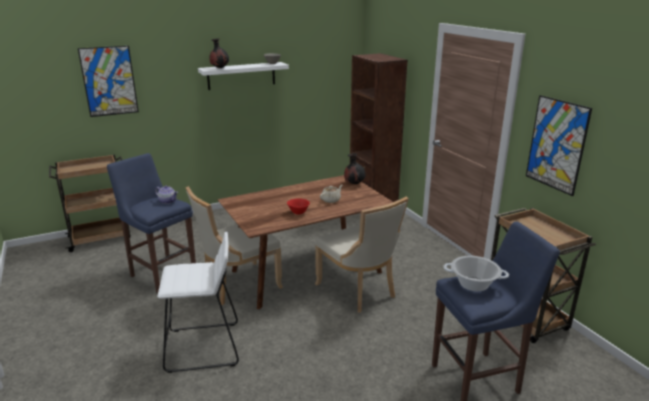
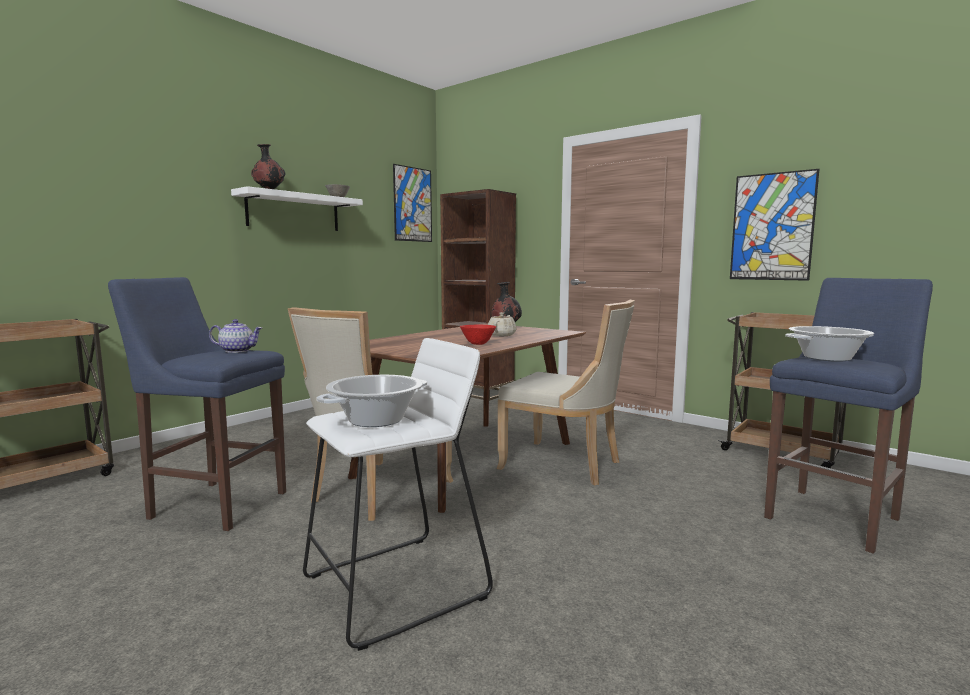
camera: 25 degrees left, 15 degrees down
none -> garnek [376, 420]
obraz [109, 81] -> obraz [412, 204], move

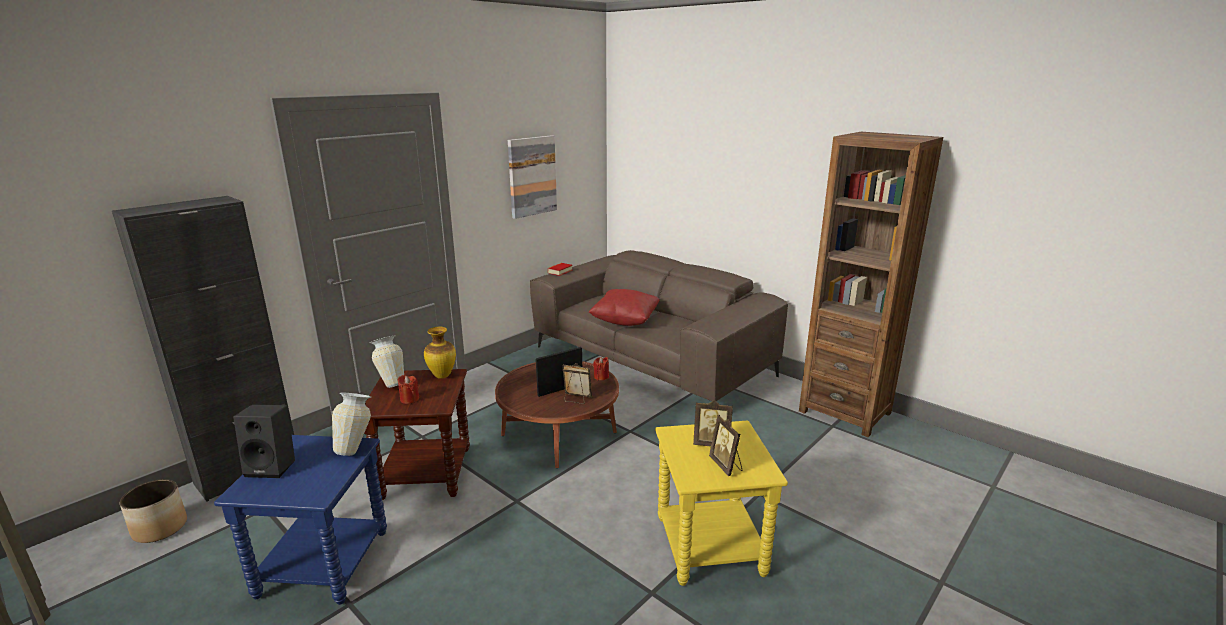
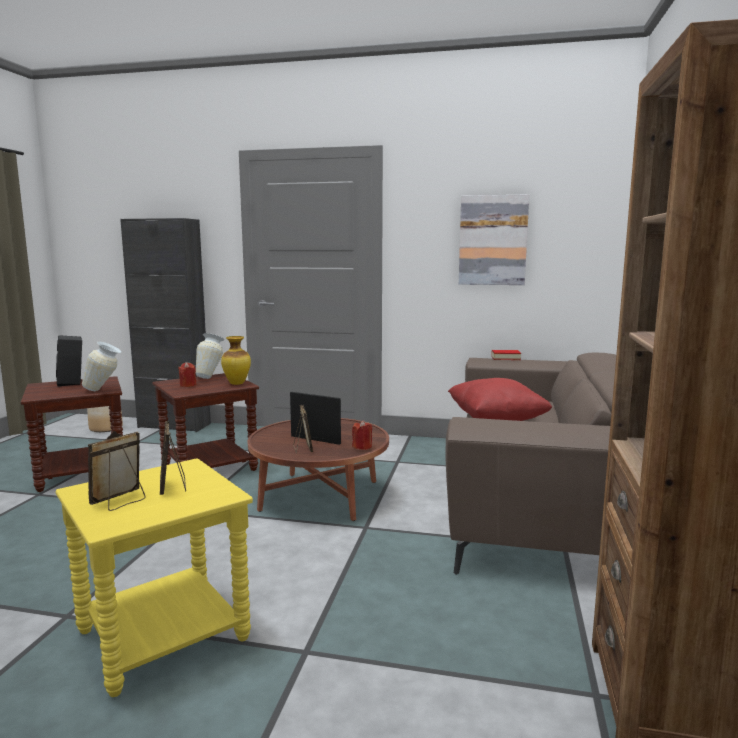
camera: 60 degrees right, 10 degrees down
stolik [niebieski] [323, 563] -> stolik [brązowy] [82, 473]

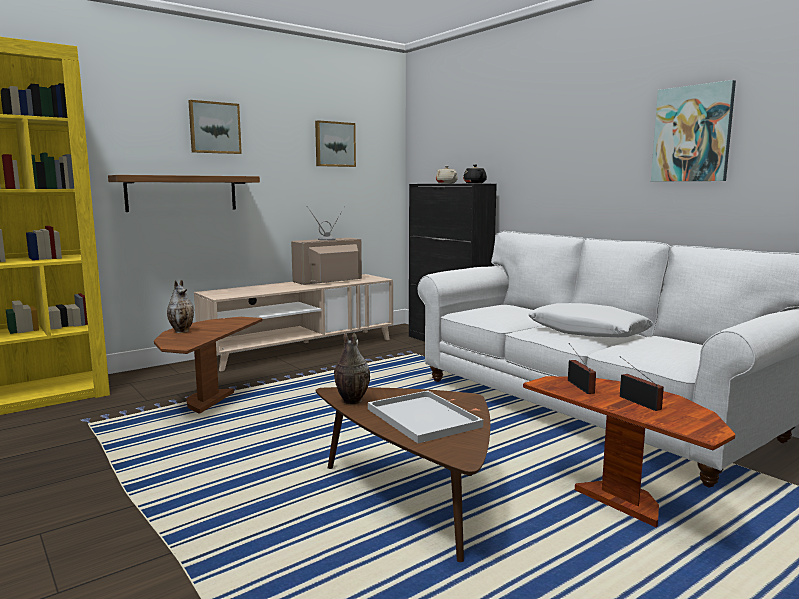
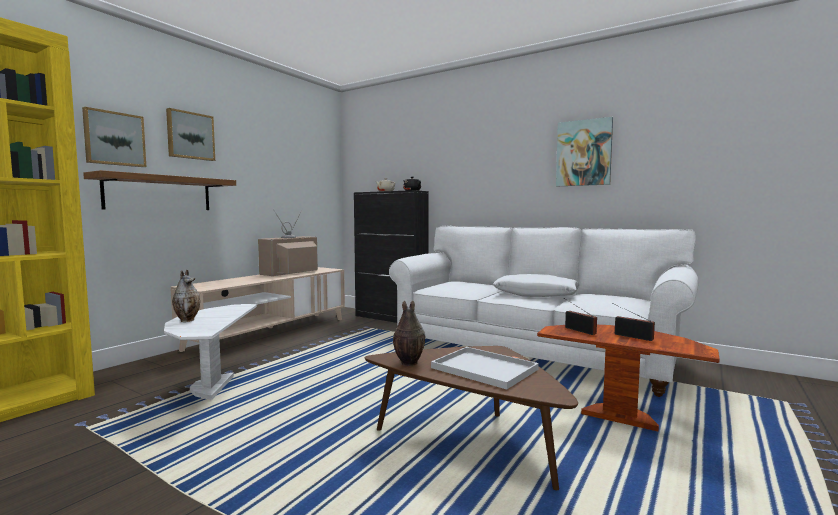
camera: 20 degrees left, 5 degrees down
obraz [334, 144] -> obraz [114, 139], move
stolik [brązowy] [208, 402] -> stolik [biały] [212, 388]

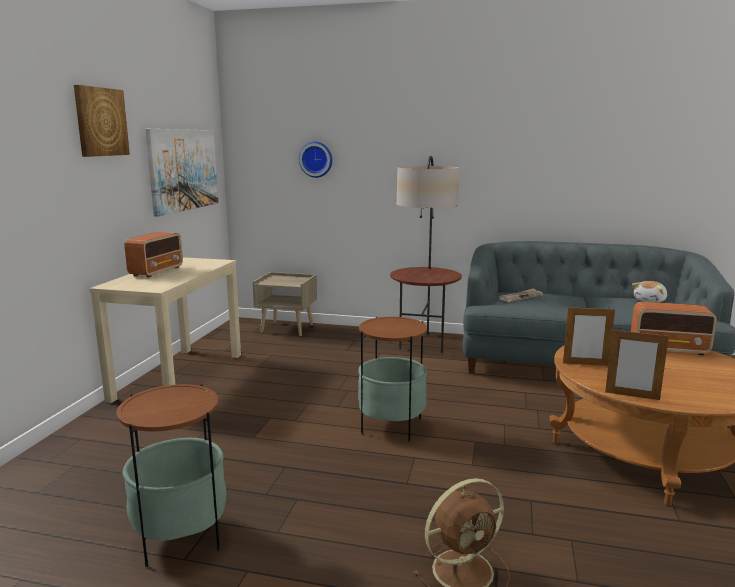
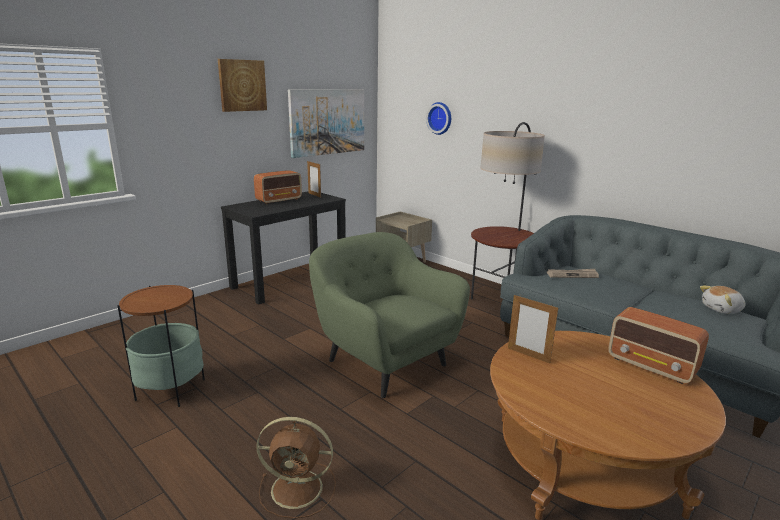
camera: 30 degrees right, 5 degrees up
stolik konsolowy [beżowy] [179, 376] -> stolik konsolowy [czarny] [290, 281]
ramka na zdjęcie [632, 396] -> ramka na zdjęcie [314, 195], move
stolik [391, 426] -> fotel [zielony] [384, 361]

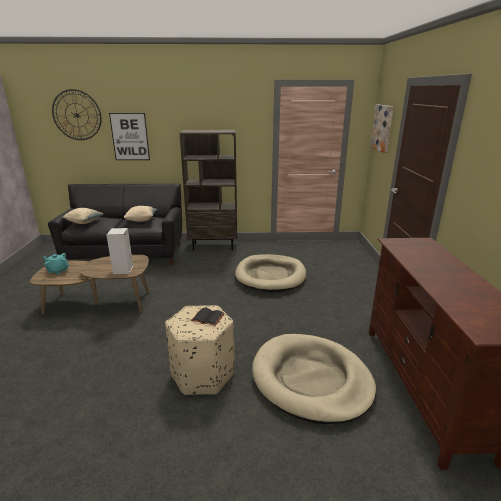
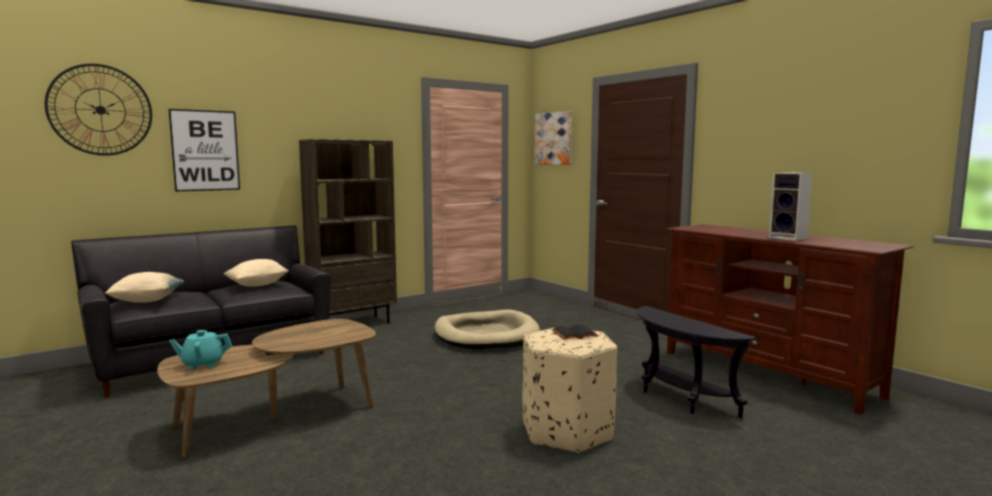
camera: 35 degrees left, 15 degrees down
legowisko [beżowy] [311, 380] -> stolik [czarny] [679, 398]
głośnik [123, 270] -> głośnik [789, 238], move

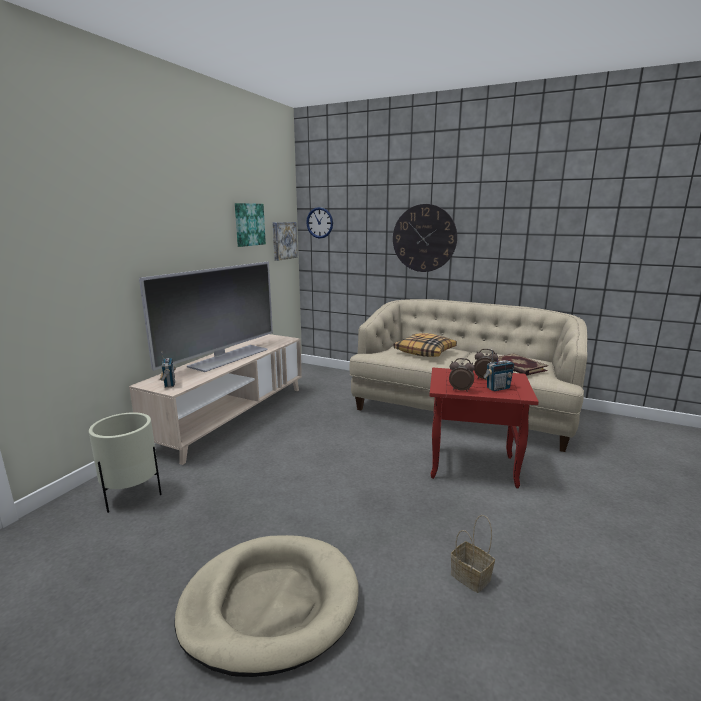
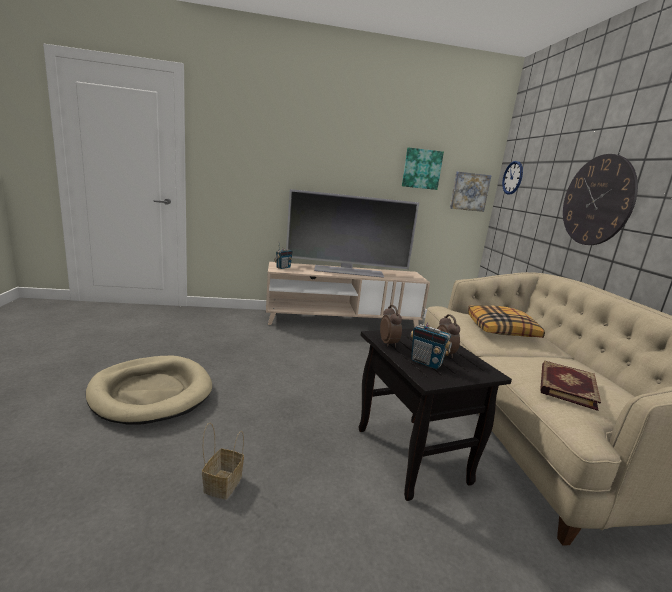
camera: 55 degrees right, 0 degrees up
stolik [czerwony] [470, 467] -> stolik [czarny] [409, 454]
donica [beżowy] [132, 496] -> none

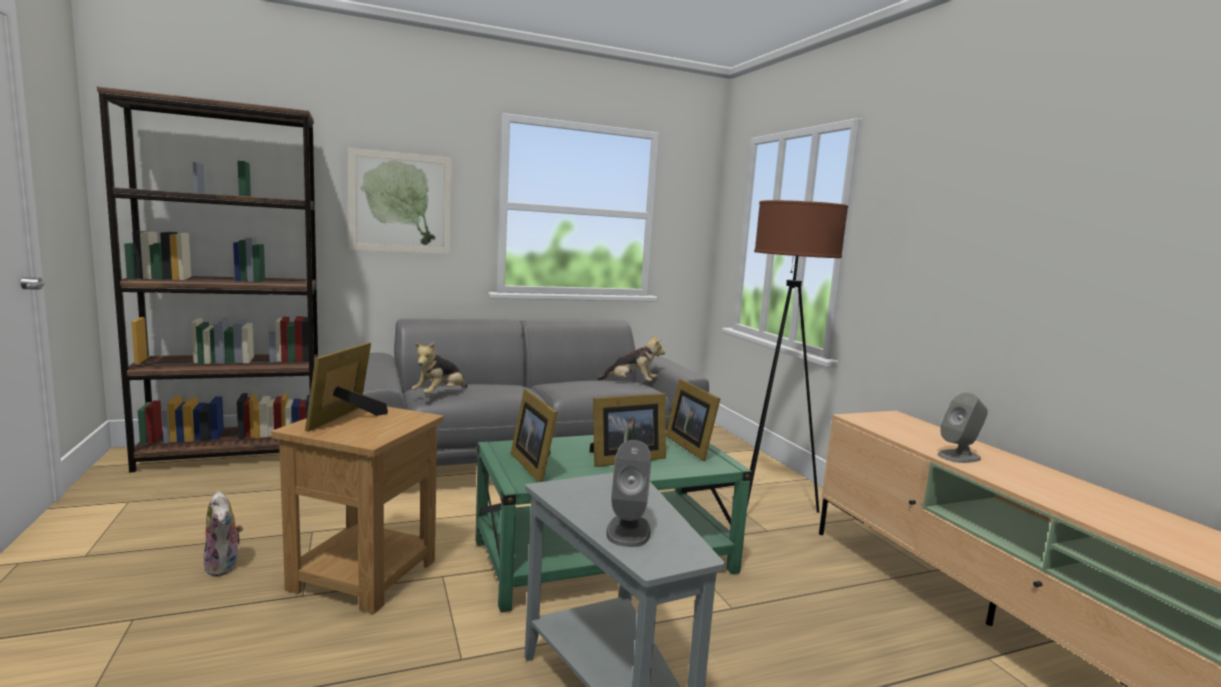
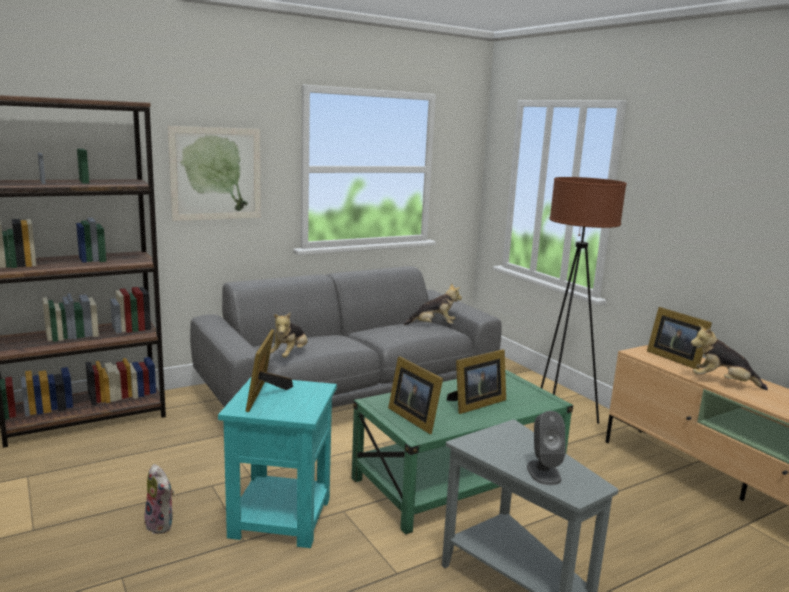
camera: 10 degrees left, 5 degrees up
stolik [brązowy] [363, 576] -> stolik [turkusowy] [280, 518]
ramka na zdjęcie [691, 446] -> ramka na zdjęcie [674, 358], move
głośnik [szary] [959, 456] -> pluszak [722, 383]

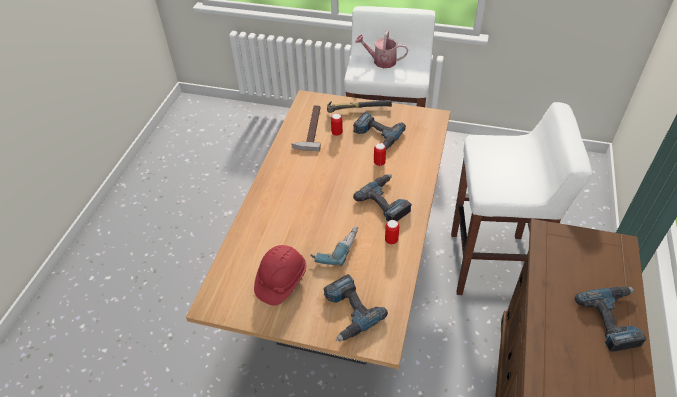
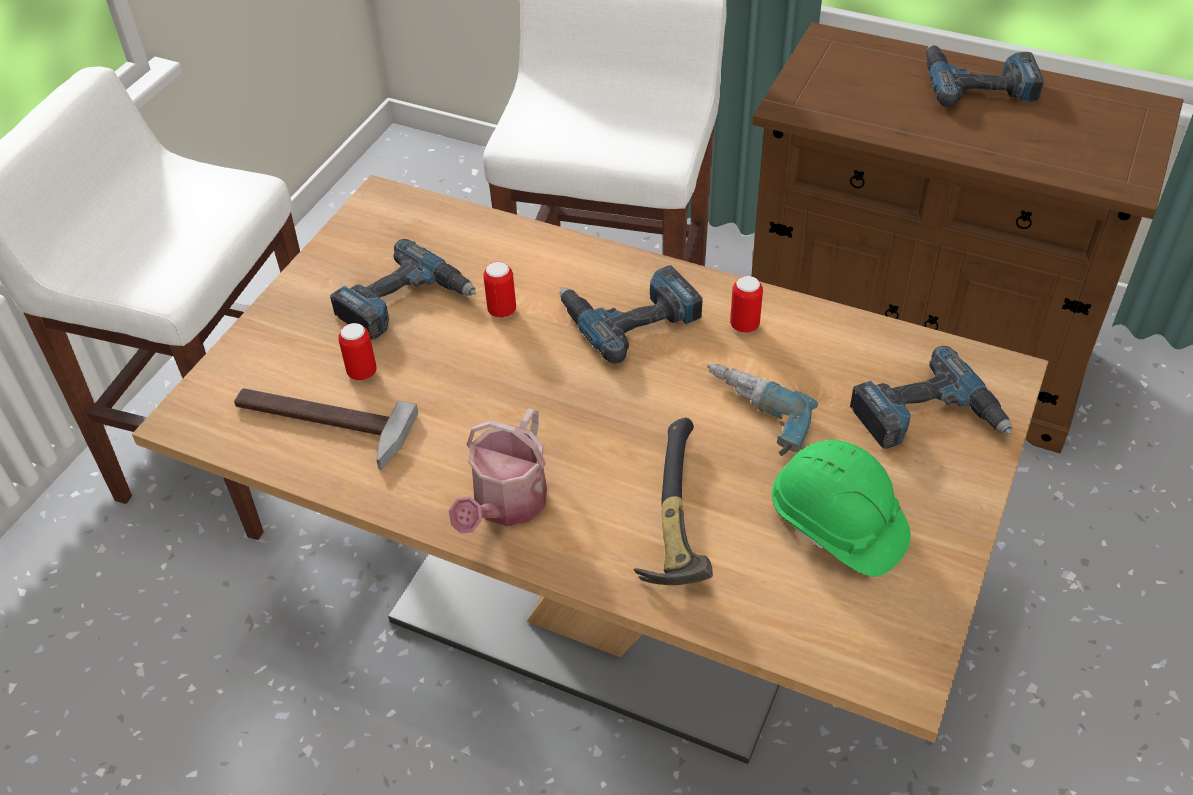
camera: 80 degrees left, 0 degrees up
konewka [381, 61] -> konewka [505, 506], move
młotek [356, 109] -> młotek [671, 518], move
kask [czerwony] [280, 280] -> kask [zielony] [837, 525]

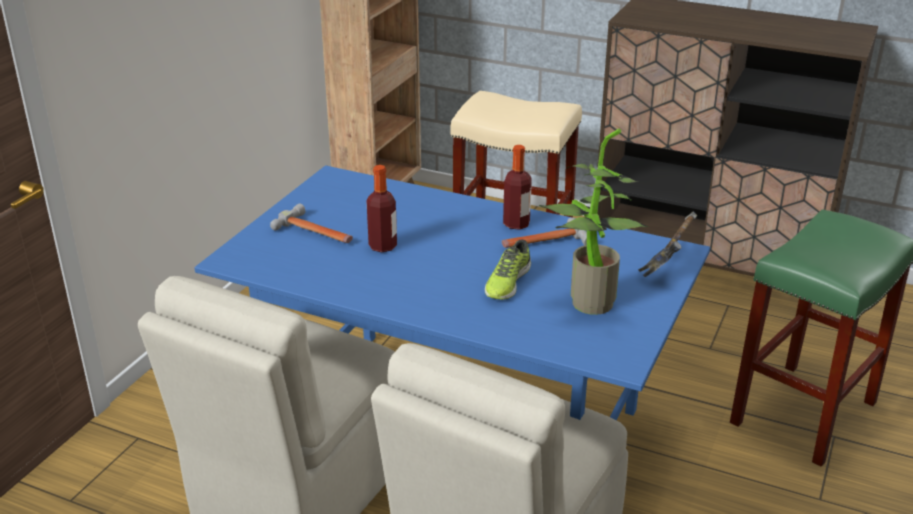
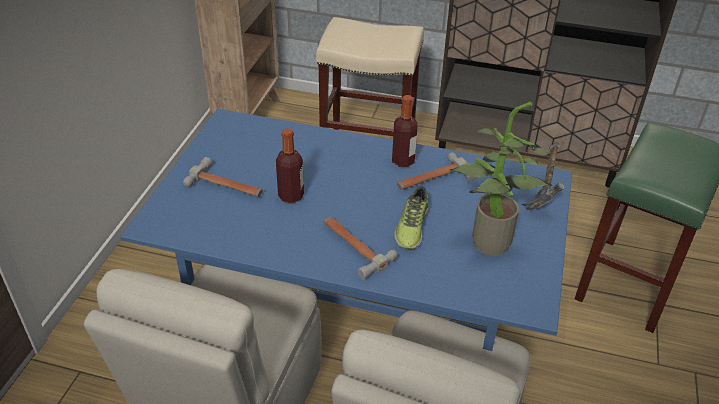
camera: 10 degrees left, 10 degrees up
none -> młotek [353, 247]

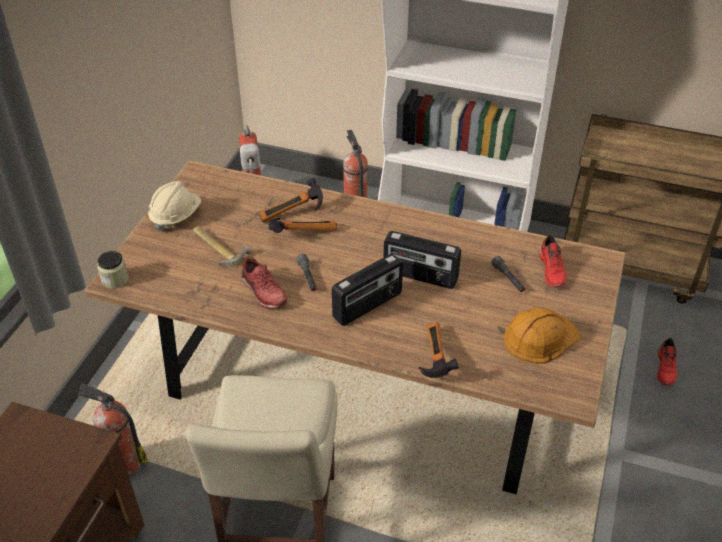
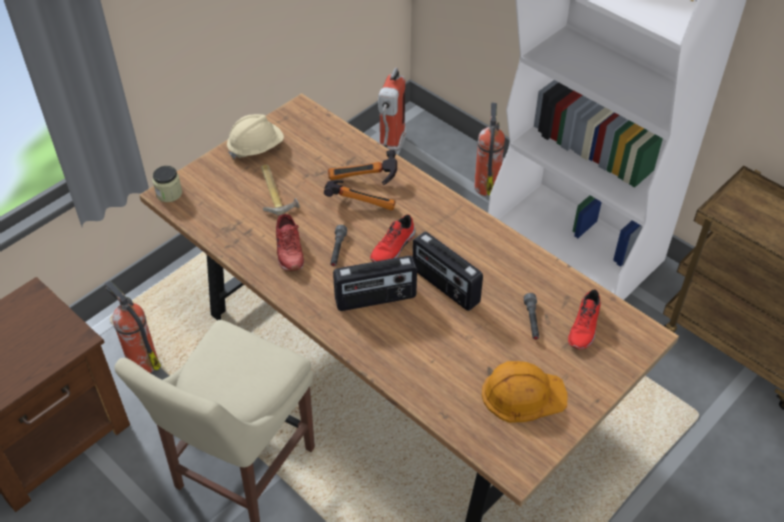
camera: 25 degrees right, 5 degrees up
but [czerwony] [666, 368] -> but [czerwony] [394, 248], move
młotek [431, 358] -> none

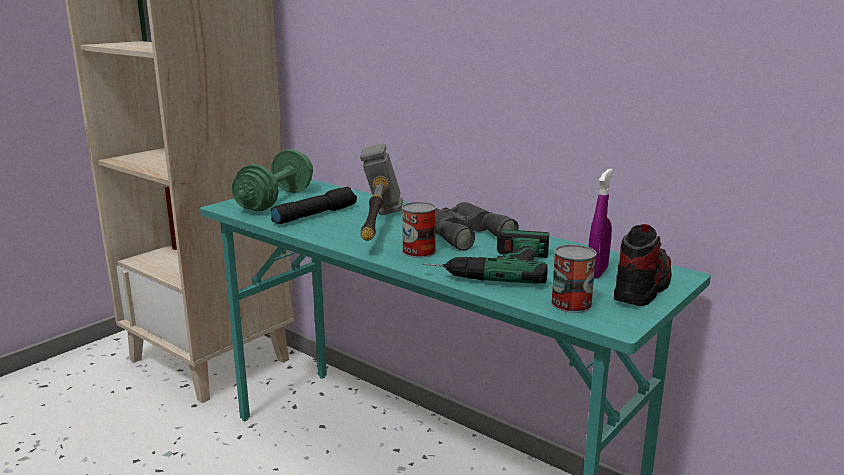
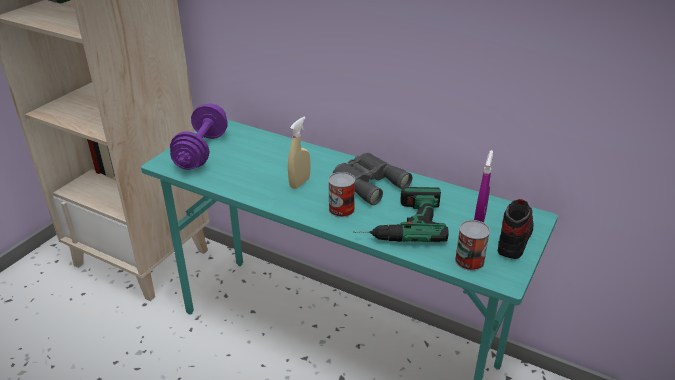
camera: 10 degrees left, 15 degrees up
hantel [zielony] [276, 200] -> hantel [fioletowy] [202, 151]
młotek [377, 229] -> spryskiwacz [beżowy] [299, 183]
latarka [czarny] [315, 215] -> none

